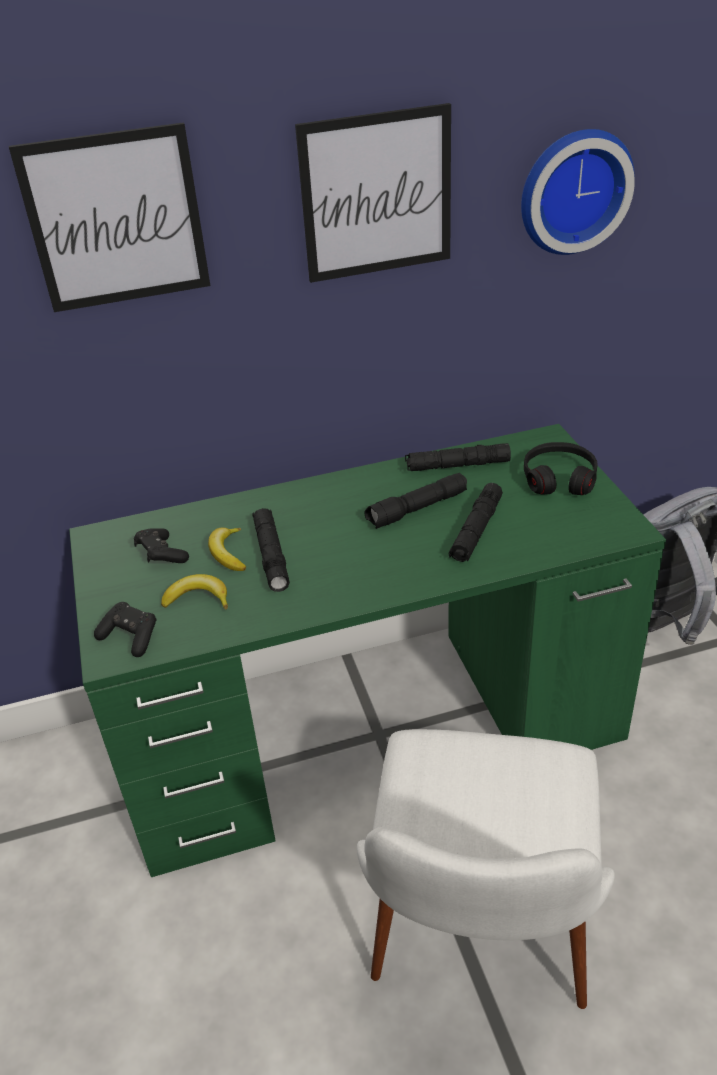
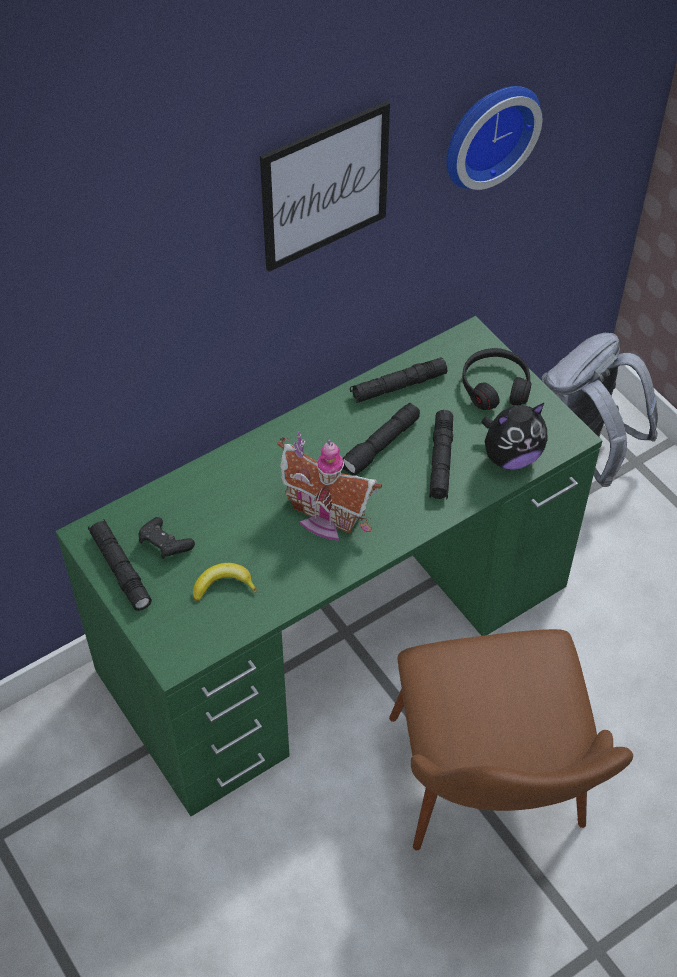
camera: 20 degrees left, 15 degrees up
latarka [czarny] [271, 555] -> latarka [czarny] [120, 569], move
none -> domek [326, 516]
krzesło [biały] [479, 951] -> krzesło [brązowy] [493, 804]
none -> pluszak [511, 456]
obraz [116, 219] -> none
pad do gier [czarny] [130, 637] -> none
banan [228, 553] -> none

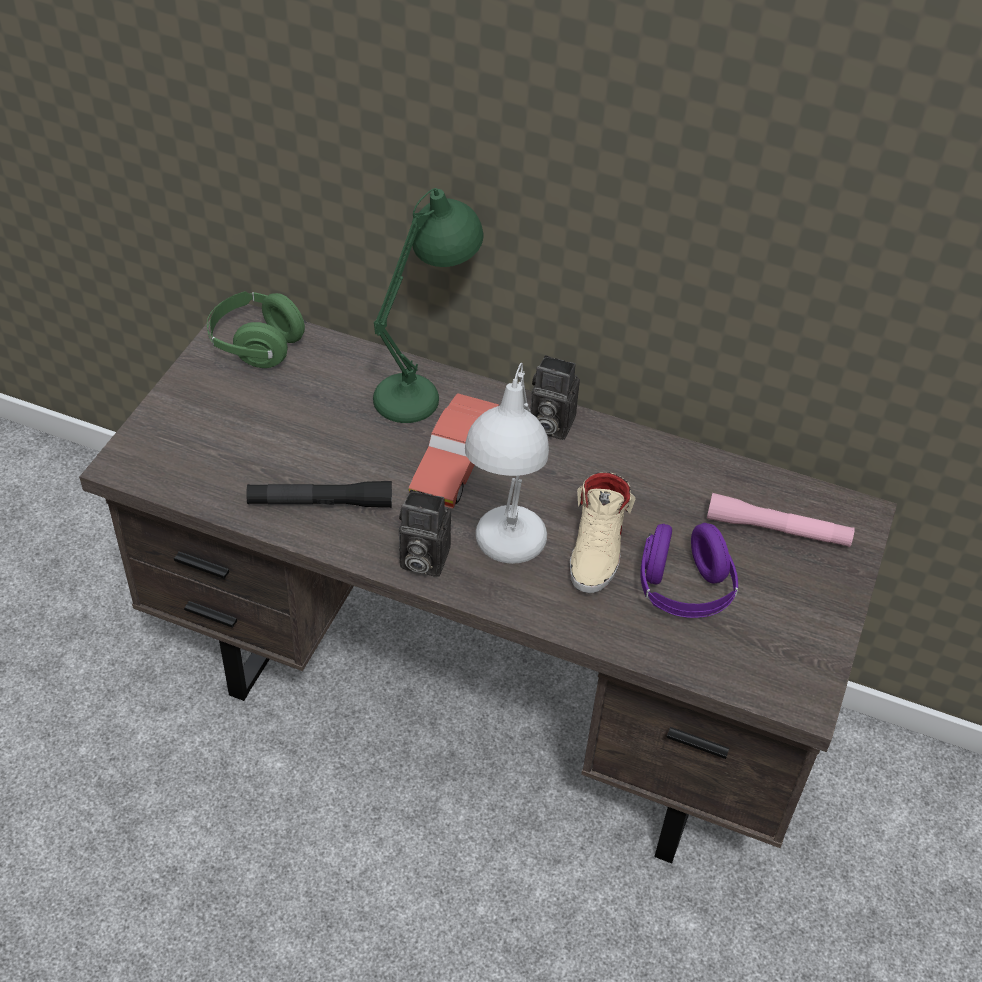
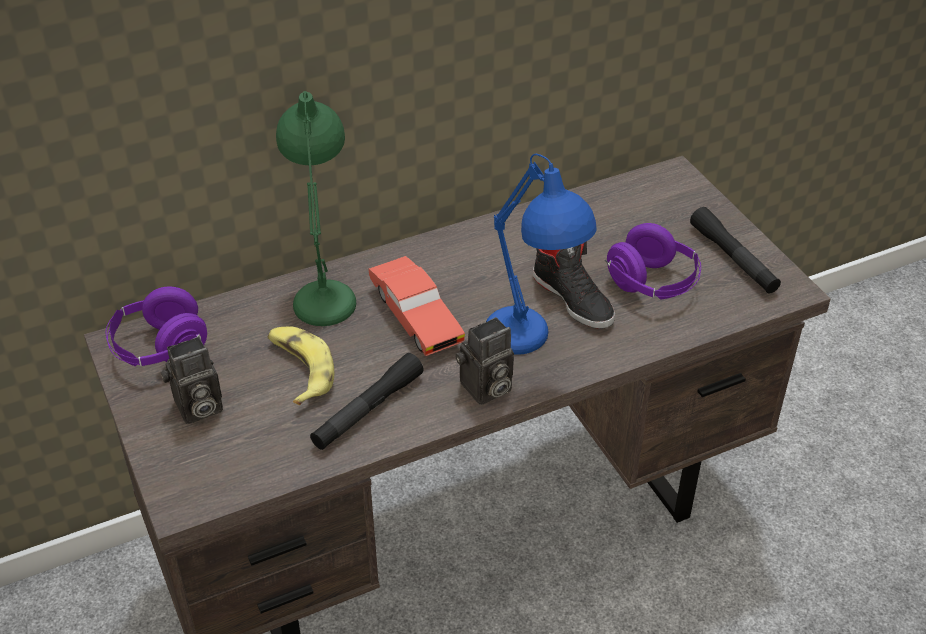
camera: 45 degrees left, 5 degrees down
słuchawki [zielony] [256, 345] -> słuchawki [fioletowy] [160, 349]
aparat fotograficzny [548, 424] -> aparat fotograficzny [197, 408], move
none -> banan [299, 369]
lampa stołowa [biały] [502, 558] -> lampa stołowa [niebieski] [531, 348]
but [beżowy] [598, 548] -> but [czarny] [574, 298]
none -> latarka [czarny] [733, 258]
latarka [różowy] [777, 530] -> none

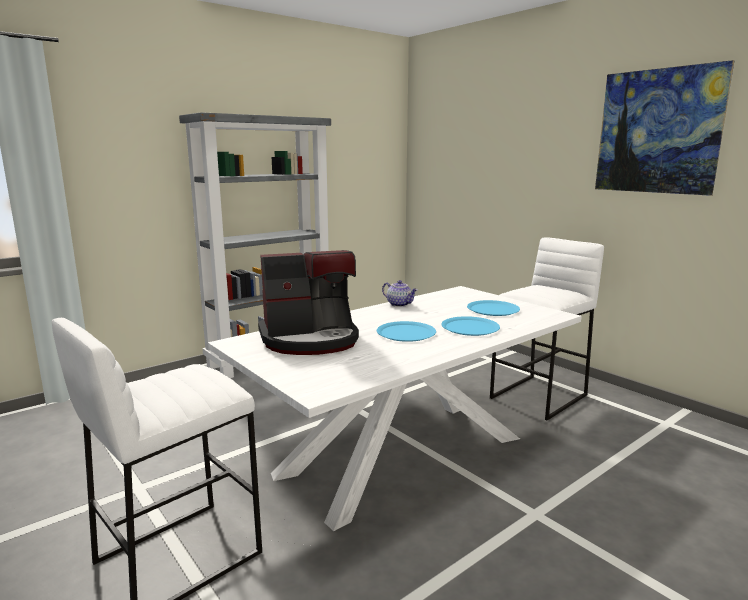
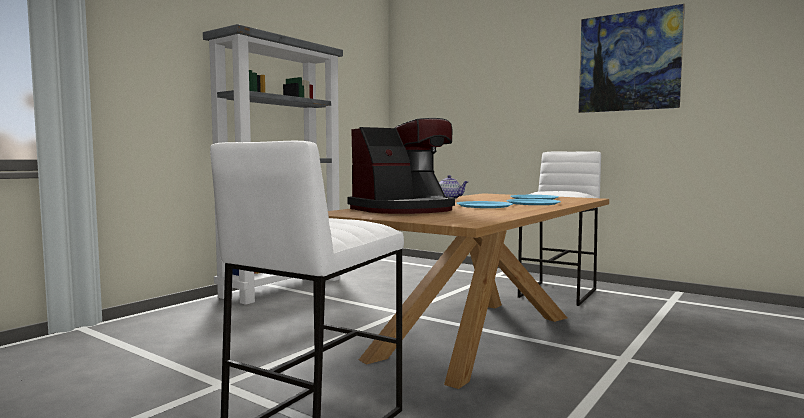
camera: 15 degrees left, 10 degrees down
stół jadalny [biały] [405, 455] -> stół jadalny [brązowy] [477, 336]

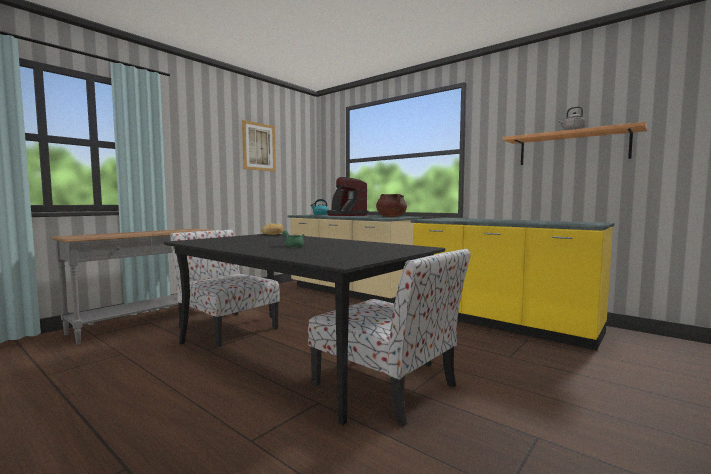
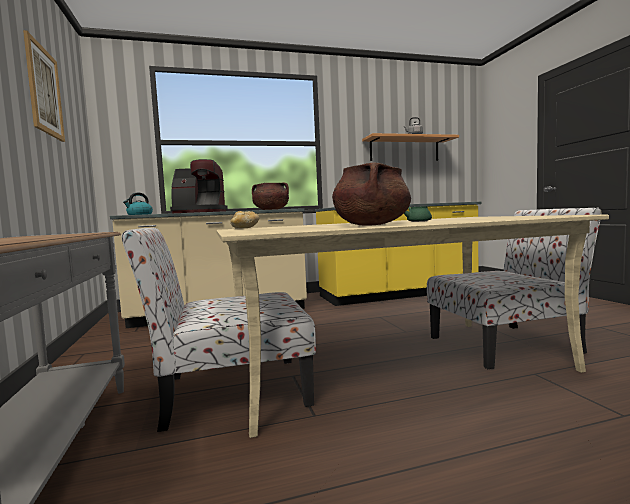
camera: 55 degrees left, 0 degrees up
stół jadalny [czarny] [295, 353] -> stół jadalny [beżowy] [393, 364]
none -> garnek [brązowy] [371, 225]

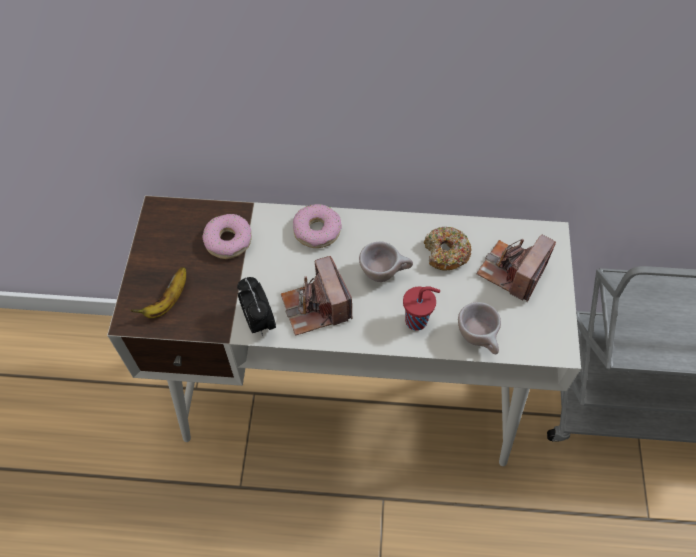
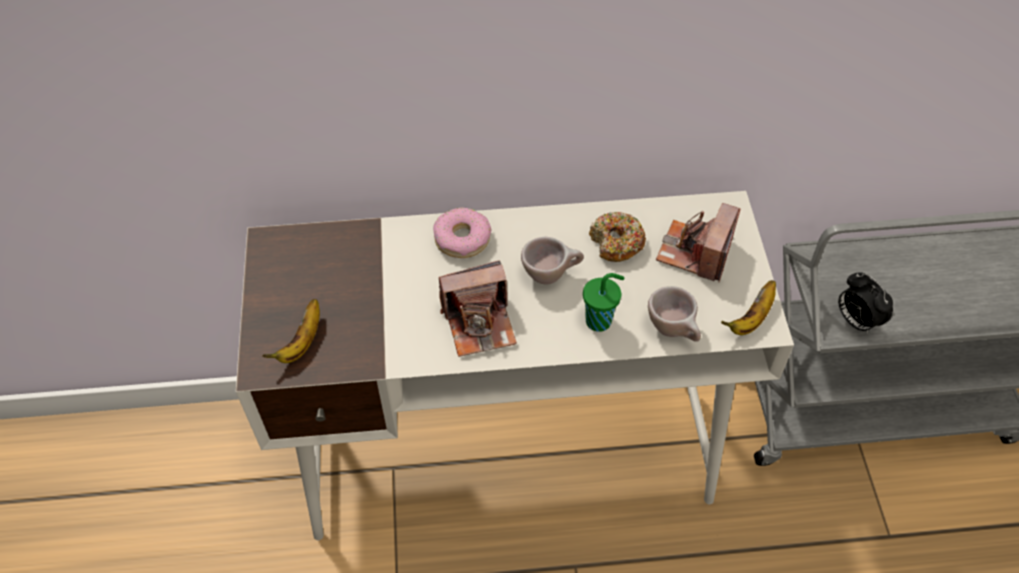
camera: 10 degrees left, 5 degrees down
aparat fotograficzny [316, 307] -> aparat fotograficzny [479, 323], 75 degrees counterclockwise
filiżanka [czerwony] [417, 320] -> filiżanka [zielony] [600, 320]
none -> banan [751, 319]
budzik [258, 321] -> budzik [855, 320], move
donut [228, 240] -> none

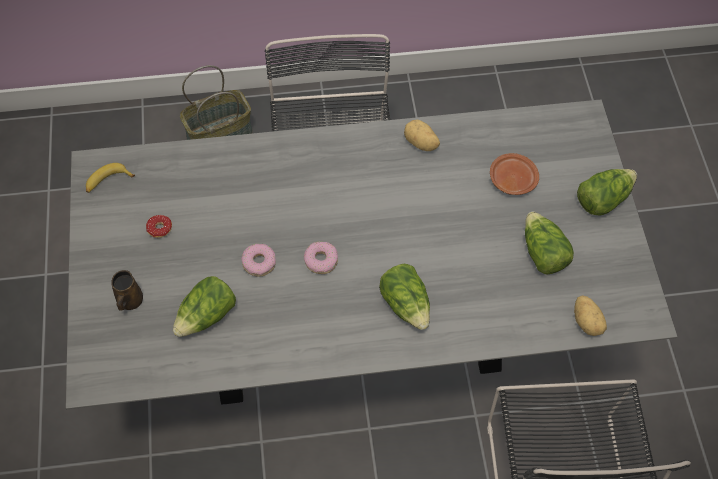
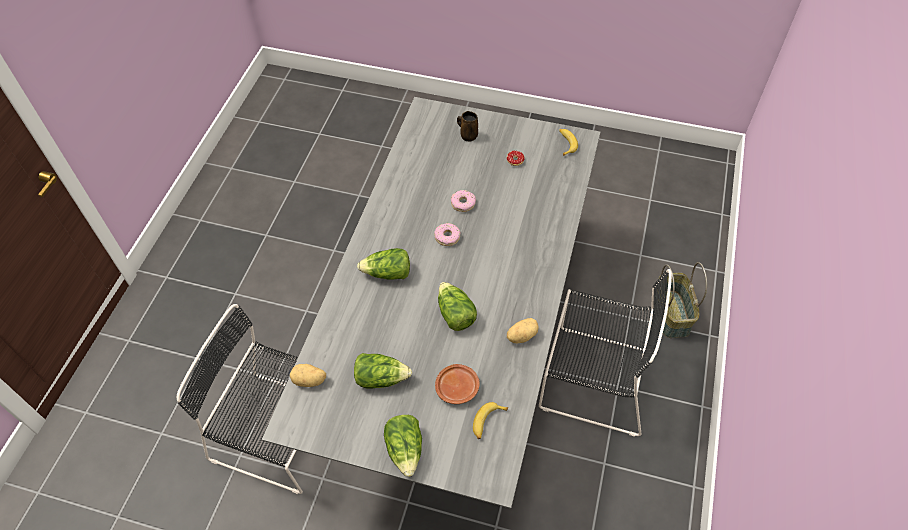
camera: 115 degrees right, 5 degrees down
sałata [207, 316] -> sałata [455, 314], move
none -> banan [487, 422]

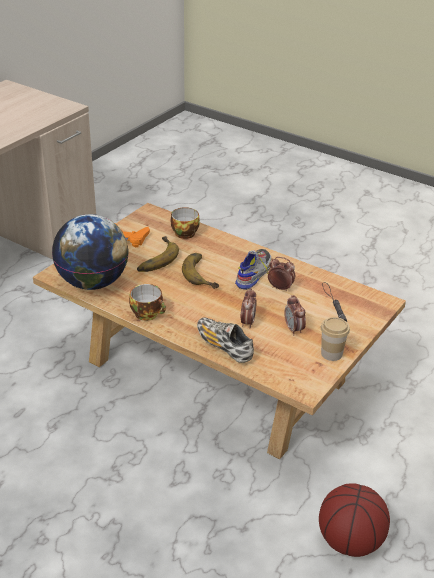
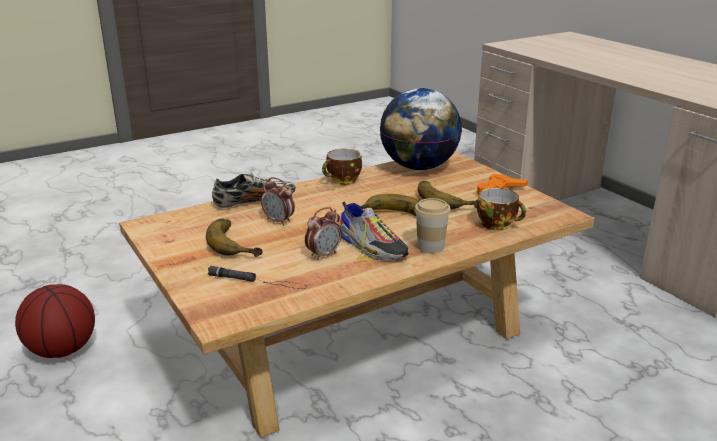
camera: 115 degrees right, 10 degrees down
budzik [294, 329] -> banan [238, 242]
filiżanka [331, 353] -> filiżanka [430, 246], move

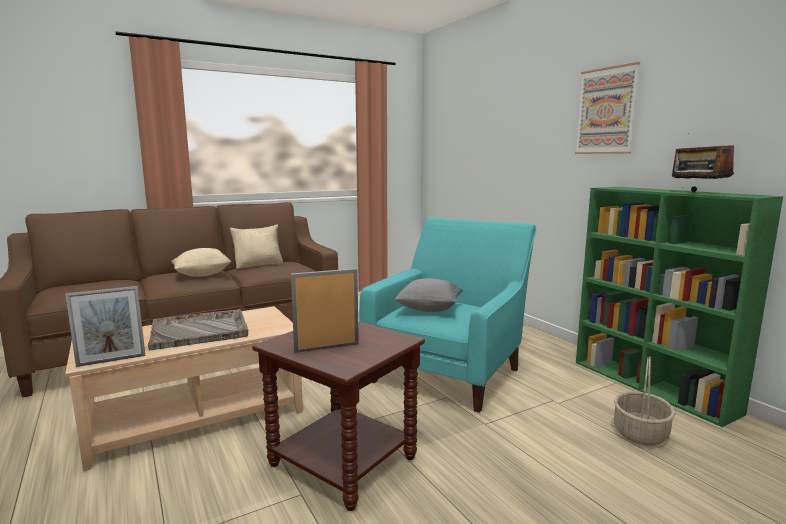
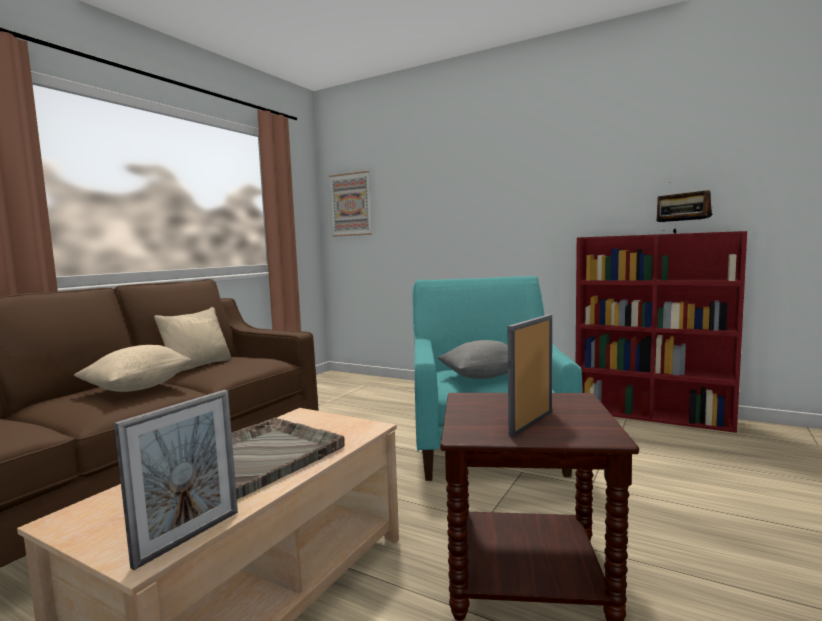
camera: 30 degrees left, 5 degrees down
obraz [606, 111] -> obraz [351, 204], move
regał [zielony] [653, 386] -> regał [czerwony] [653, 415]
koszyk [641, 434] -> none

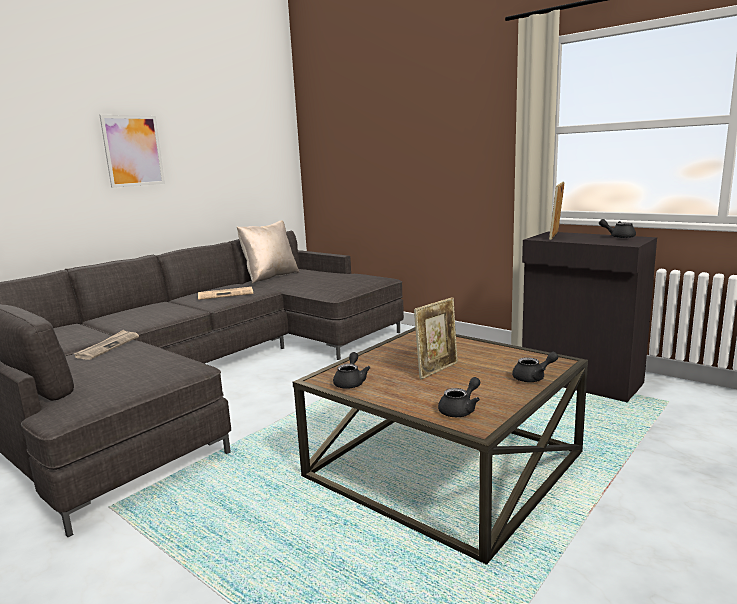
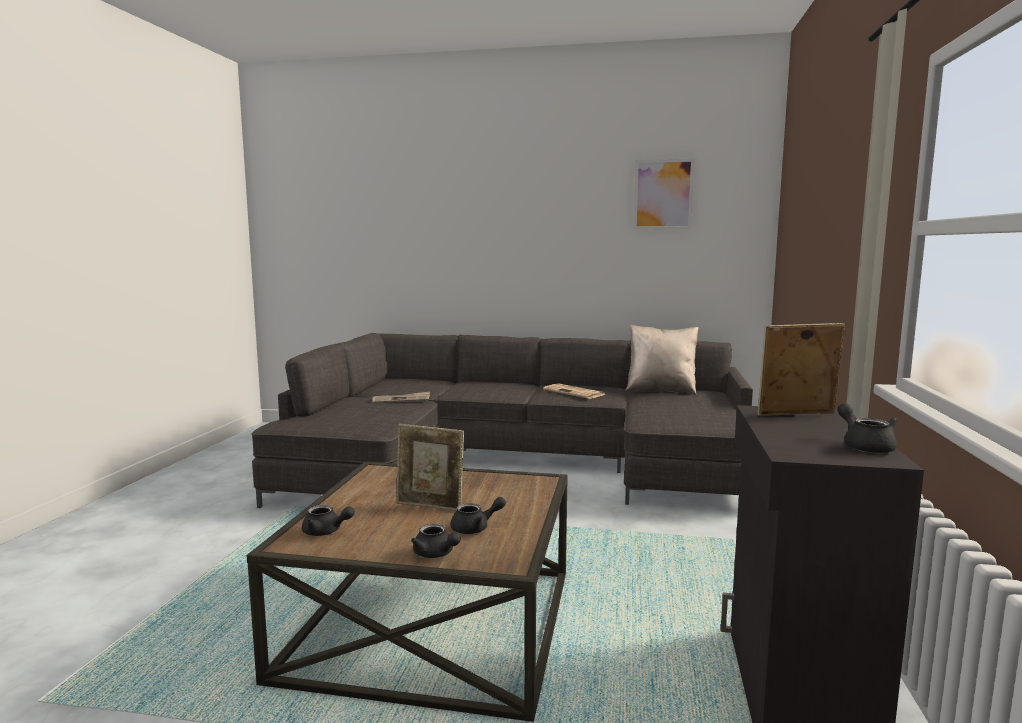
camera: 60 degrees right, 5 degrees down
imbryk [czarny] [351, 382] -> imbryk [czarny] [475, 528], move
obraz [133, 151] -> obraz [663, 194], move

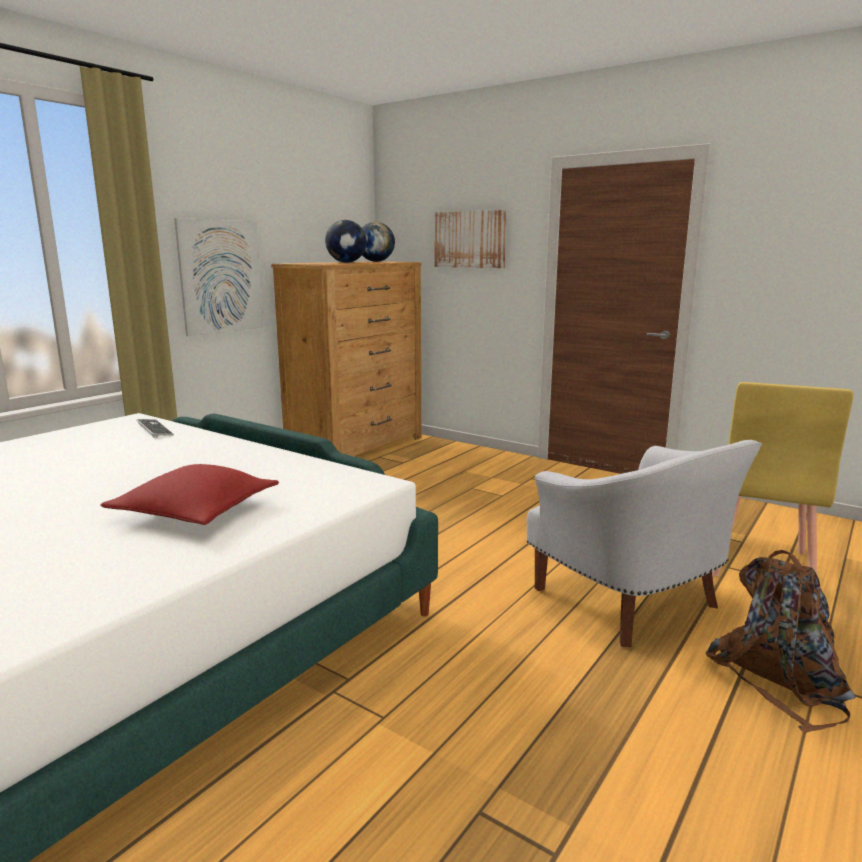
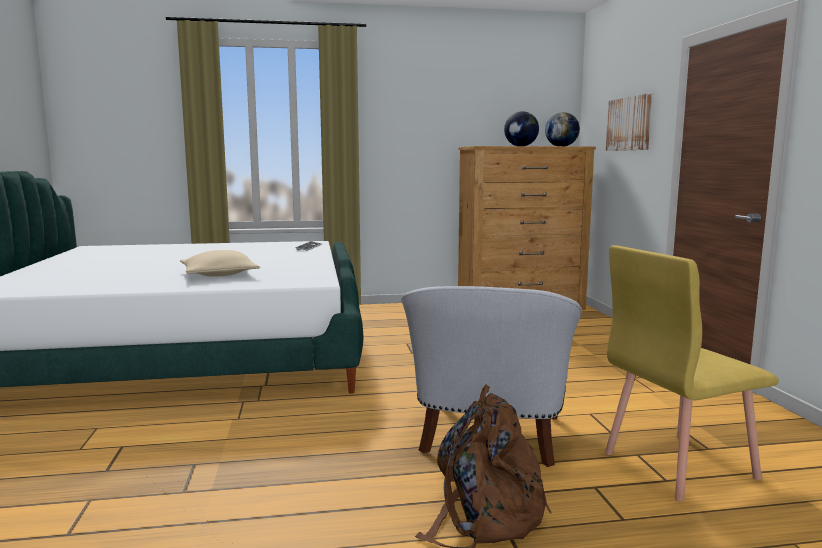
camera: 45 degrees right, 5 degrees down
poduszka [czerwony] [195, 511] -> poduszka [beżowy] [219, 275]
obraz [221, 276] -> none

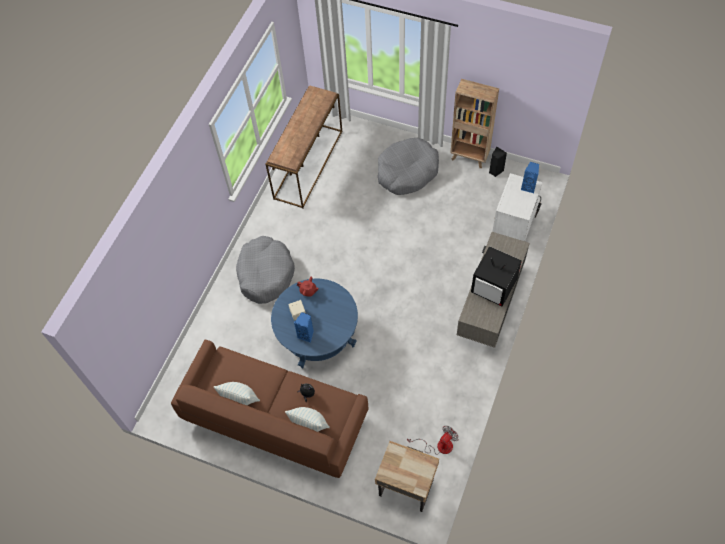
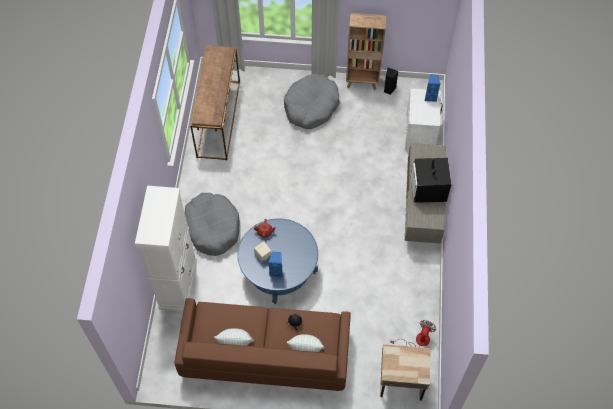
camera: 20 degrees left, 0 degrees up
none -> szafka [biały] [178, 284]
telewizor [494, 287] -> telewizor [428, 190], 75 degrees clockwise

